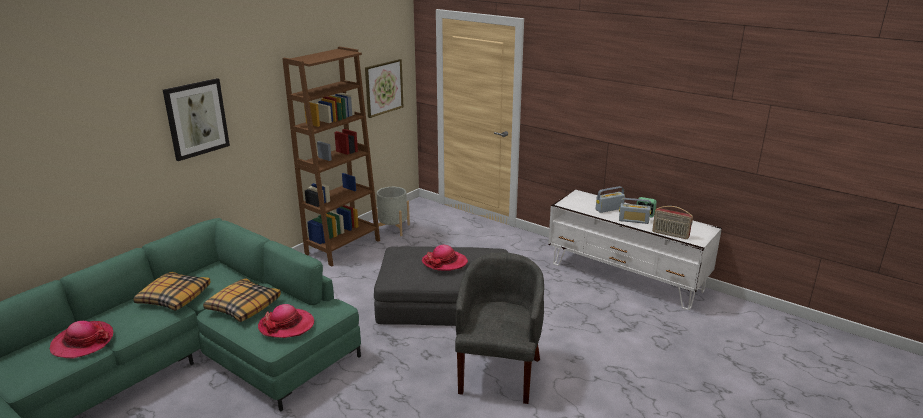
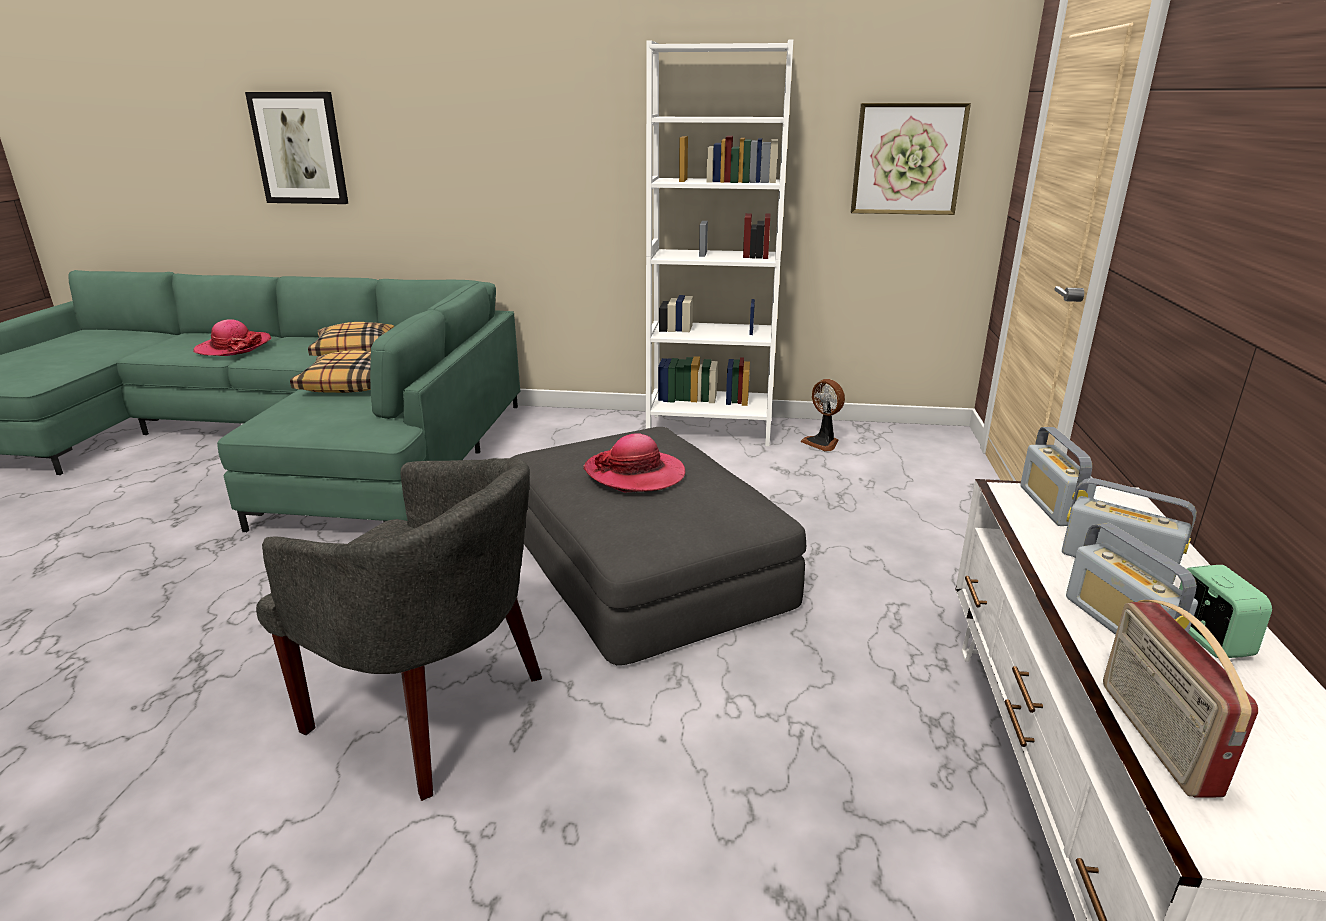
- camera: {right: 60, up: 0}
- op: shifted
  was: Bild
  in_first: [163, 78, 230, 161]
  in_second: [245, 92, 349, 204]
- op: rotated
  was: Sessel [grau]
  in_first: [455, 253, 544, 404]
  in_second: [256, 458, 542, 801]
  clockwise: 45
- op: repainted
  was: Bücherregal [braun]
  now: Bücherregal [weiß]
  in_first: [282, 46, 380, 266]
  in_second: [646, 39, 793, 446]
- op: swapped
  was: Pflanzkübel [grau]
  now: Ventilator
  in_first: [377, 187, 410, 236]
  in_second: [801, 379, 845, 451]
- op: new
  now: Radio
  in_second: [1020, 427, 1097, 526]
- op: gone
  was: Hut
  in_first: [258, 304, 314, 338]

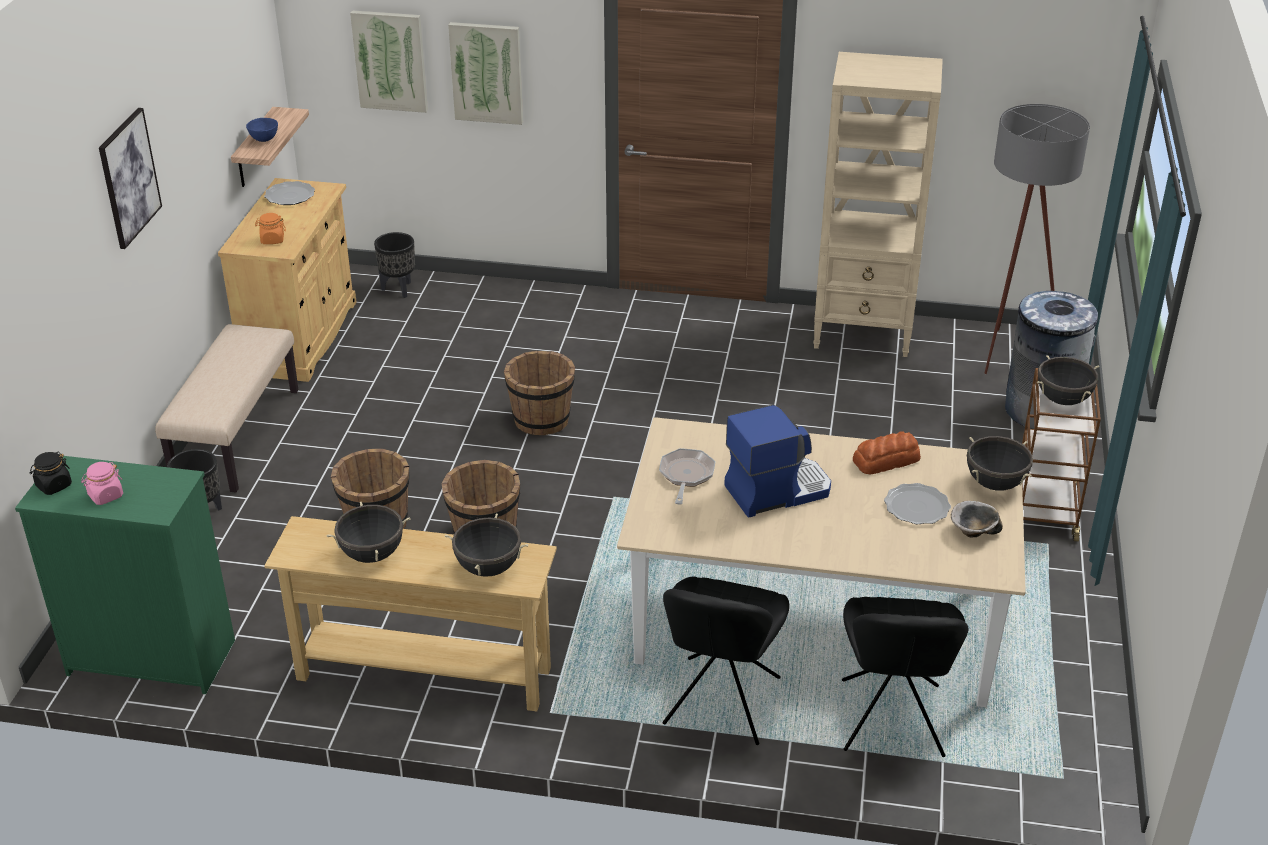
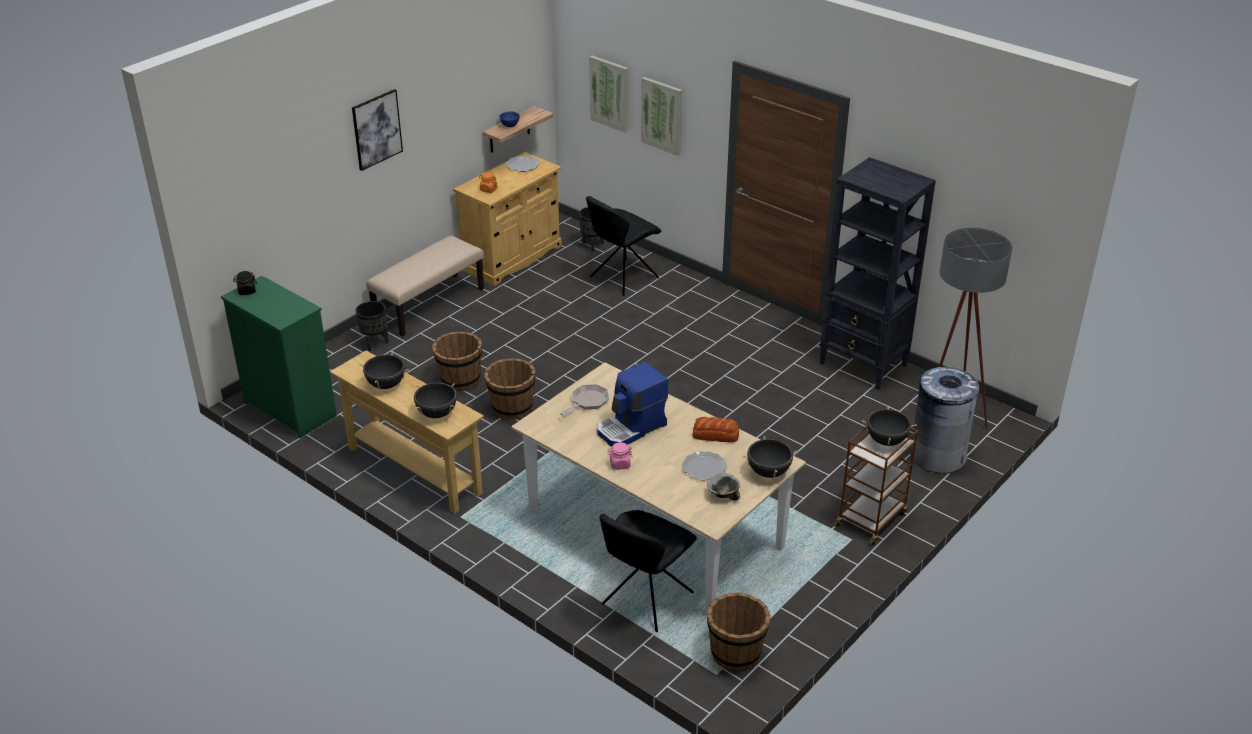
- camera: {right: 30, up: 0}
- op: shifted
  was: Stuhl [schwarz]
  in_first: [663, 577, 789, 745]
  in_second: [586, 196, 661, 296]
- op: rotated
  was: Kaffeemaschine
  in_first: [724, 405, 831, 518]
  in_second: [597, 362, 668, 447]
  clockwise: 135
- op: shifted
  was: Vorratsglas [rosa]
  in_first: [81, 462, 123, 505]
  in_second: [607, 442, 633, 470]
- op: shifted
  was: Eimer [braun]
  in_first: [504, 351, 575, 435]
  in_second: [707, 592, 771, 671]
- op: repainted
  was: Bücherregal [beige]
  now: Bücherregal [schwarz]
  in_first: [813, 52, 943, 357]
  in_second: [820, 157, 936, 390]

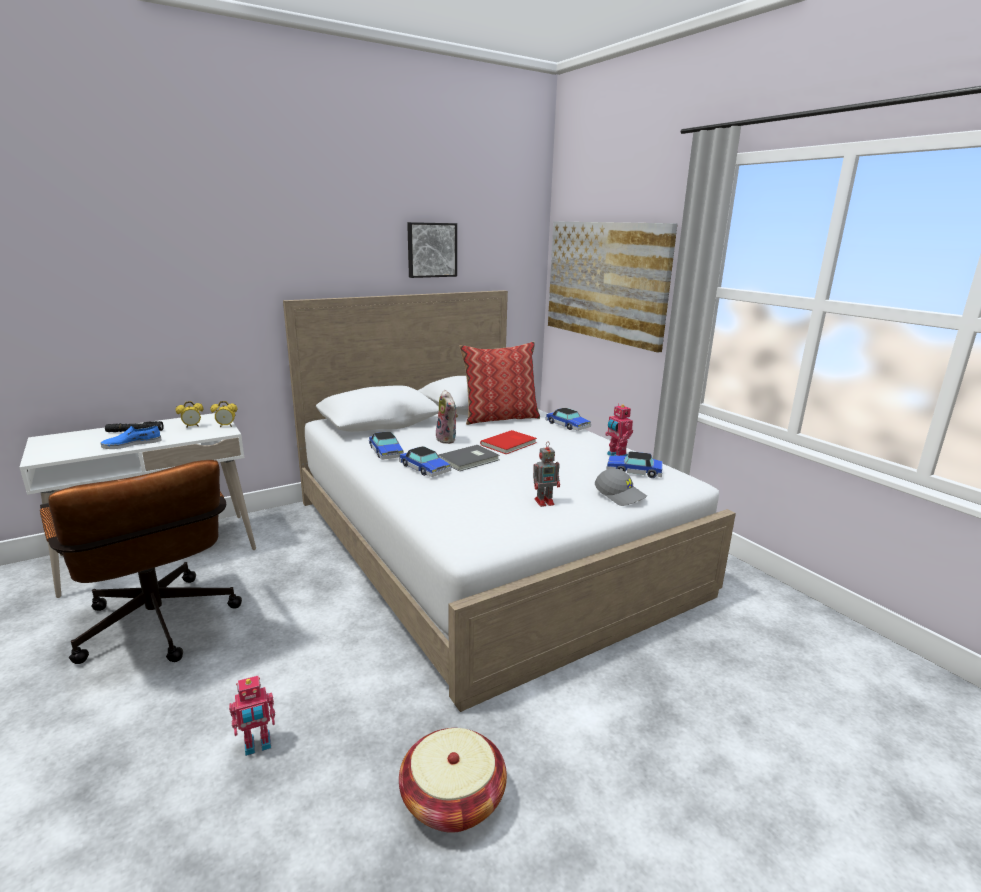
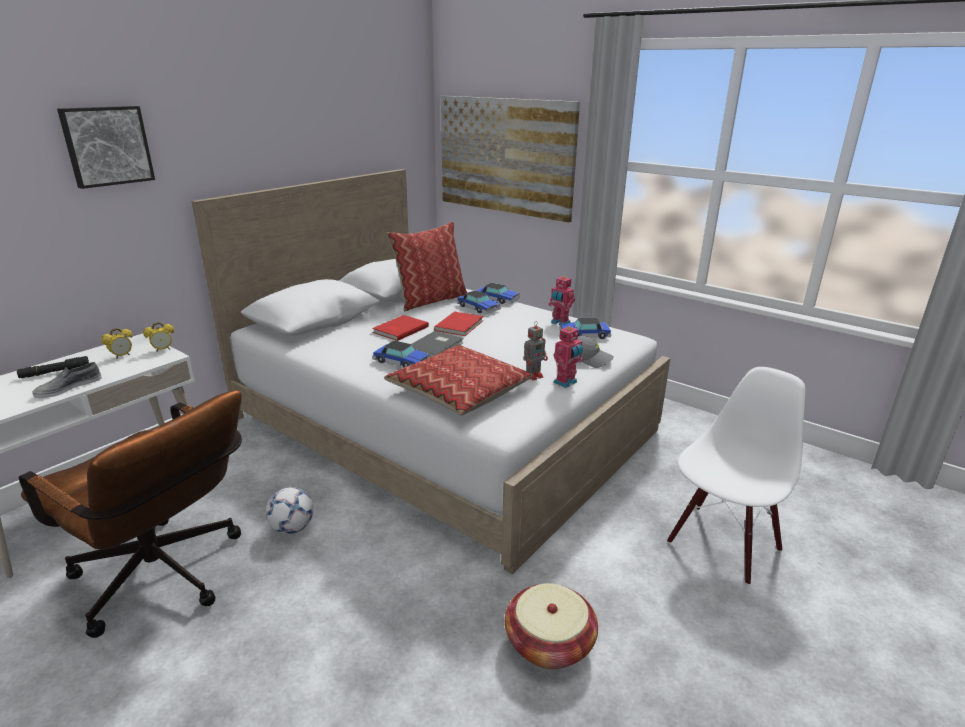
- camera: {right: -20, up: 5}
- op: repainted
  was: Schuh [blau]
  now: Schuh [grau]
  in_first: [101, 426, 162, 449]
  in_second: [32, 362, 102, 398]
- op: shifted
  was: Bild
  in_first: [407, 222, 457, 278]
  in_second: [57, 106, 155, 189]
- op: new
  now: Fußball
  in_second: [266, 487, 314, 534]
- op: swapped
  was: Plüschtier
  now: Buch [rot]
  in_first: [435, 390, 458, 444]
  in_second: [372, 315, 429, 341]
- op: new
  now: Kissen
  in_second: [384, 345, 533, 416]
- op: shifted
  was: Spielzeugauto
  in_first: [369, 431, 404, 460]
  in_second: [457, 290, 501, 314]
- op: shifted
  was: Spielzeugroboter
  in_first: [229, 676, 275, 756]
  in_second: [553, 326, 583, 388]
- op: new
  now: Stuhl [weiß]
  in_second: [667, 367, 805, 585]

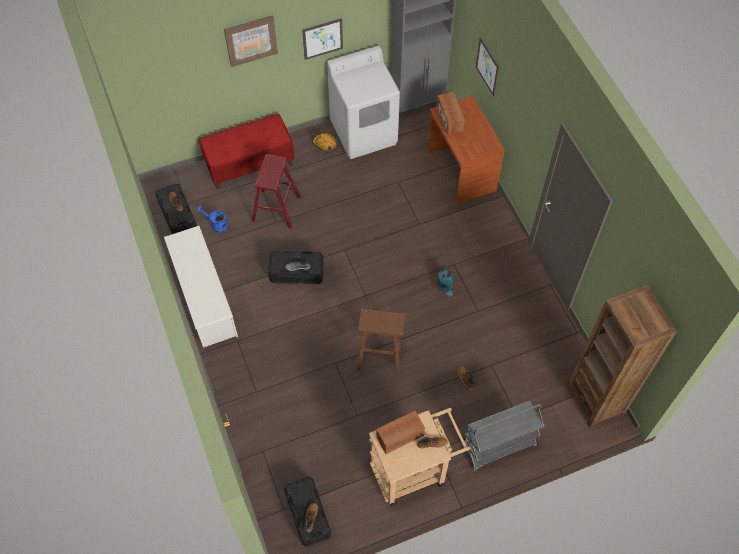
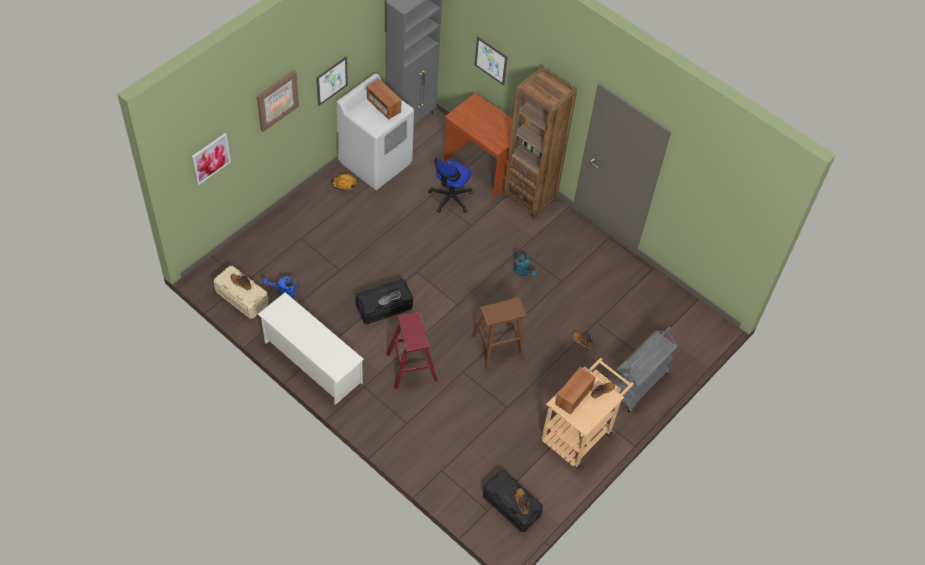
- camera: {right: -30, up: -5}
- op: new
  now: Bild
  in_second: [191, 133, 231, 185]
- op: repainted
  was: Aufbewahrungsbox [schwarz]
  now: Aufbewahrungsbox [beige]
  in_first: [155, 183, 197, 234]
  in_second: [214, 266, 268, 319]
- op: shifted
  was: Radio
  in_first: [437, 92, 465, 135]
  in_second: [367, 79, 401, 120]
- op: shifted
  was: Hocker [rot]
  in_first: [252, 154, 301, 228]
  in_second: [386, 312, 438, 389]
- op: new
  now: Bürostuhl
  in_second: [428, 157, 473, 213]
- op: shifted
  was: Bücherregal [braun]
  in_first: [567, 285, 677, 428]
  in_second: [503, 67, 577, 220]
- op: gone
  was: Bank [rot]
  in_first: [199, 114, 294, 189]

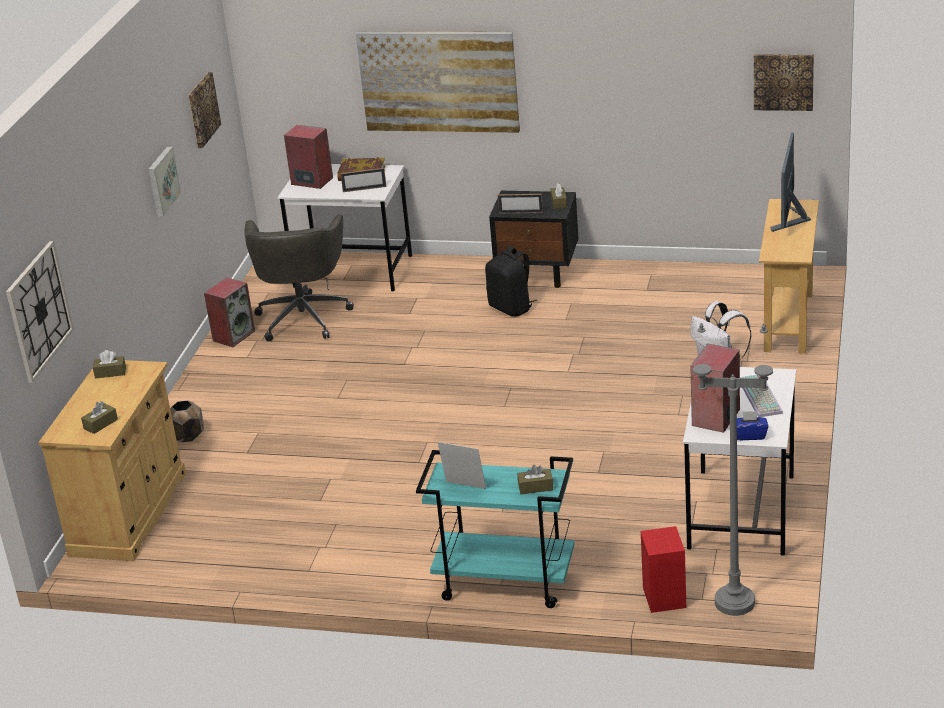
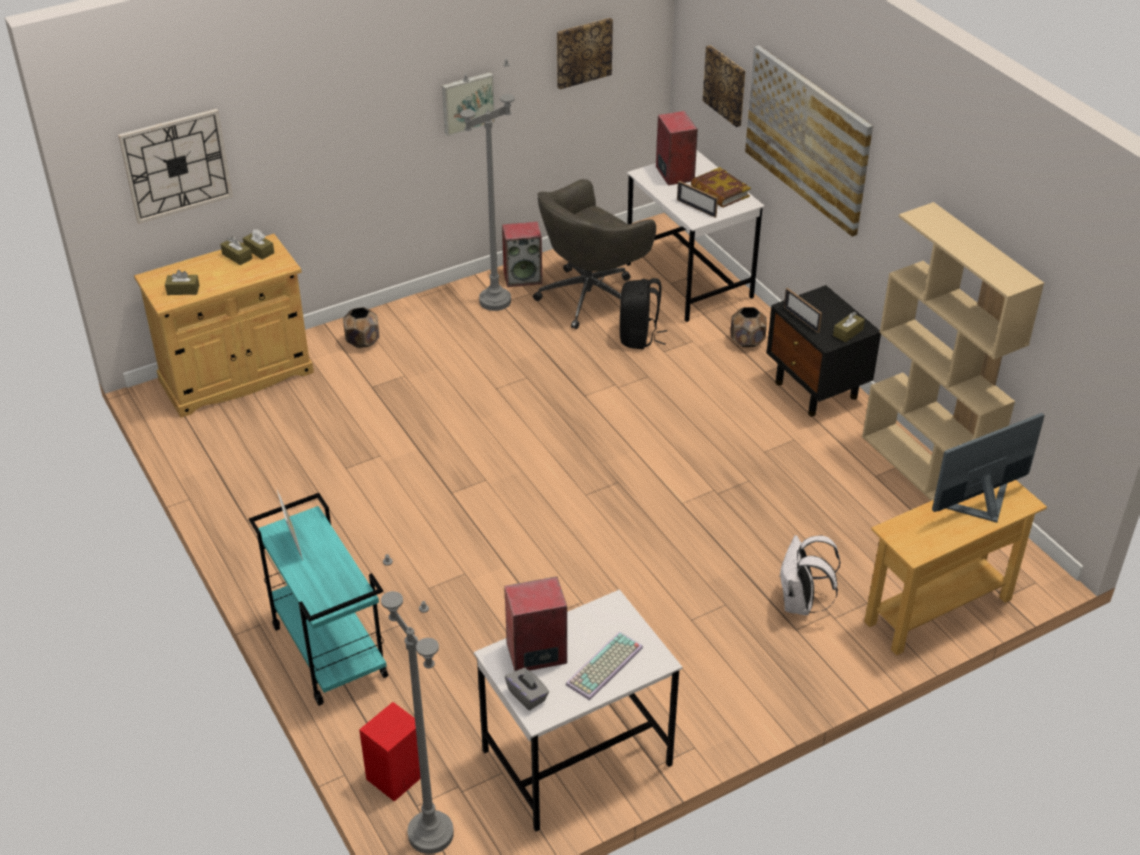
- camera: {right: 45, up: 10}
- op: shifted
  was: Taschentuchbox [braun]
  in_first: [517, 465, 553, 494]
  in_second: [220, 236, 253, 265]
- op: new
  now: Stehlampe [grau]
  in_second: [460, 58, 515, 311]
- op: repainted
  was: Taschentuchbox [blau]
  now: Taschentuchbox [grau]
  in_first: [737, 411, 768, 440]
  in_second: [505, 668, 549, 710]
- op: shifted
  was: Rucksack [schwarz]
  in_first: [485, 247, 537, 317]
  in_second: [620, 278, 667, 349]
- op: shifted
  was: Bild
  in_first: [754, 54, 814, 111]
  in_second: [703, 45, 746, 127]
- op: new
  now: Pflanzkübel [braun]
  in_second: [731, 307, 767, 347]
- op: new
  now: Bücherregal [beige]
  in_second: [862, 202, 1044, 501]

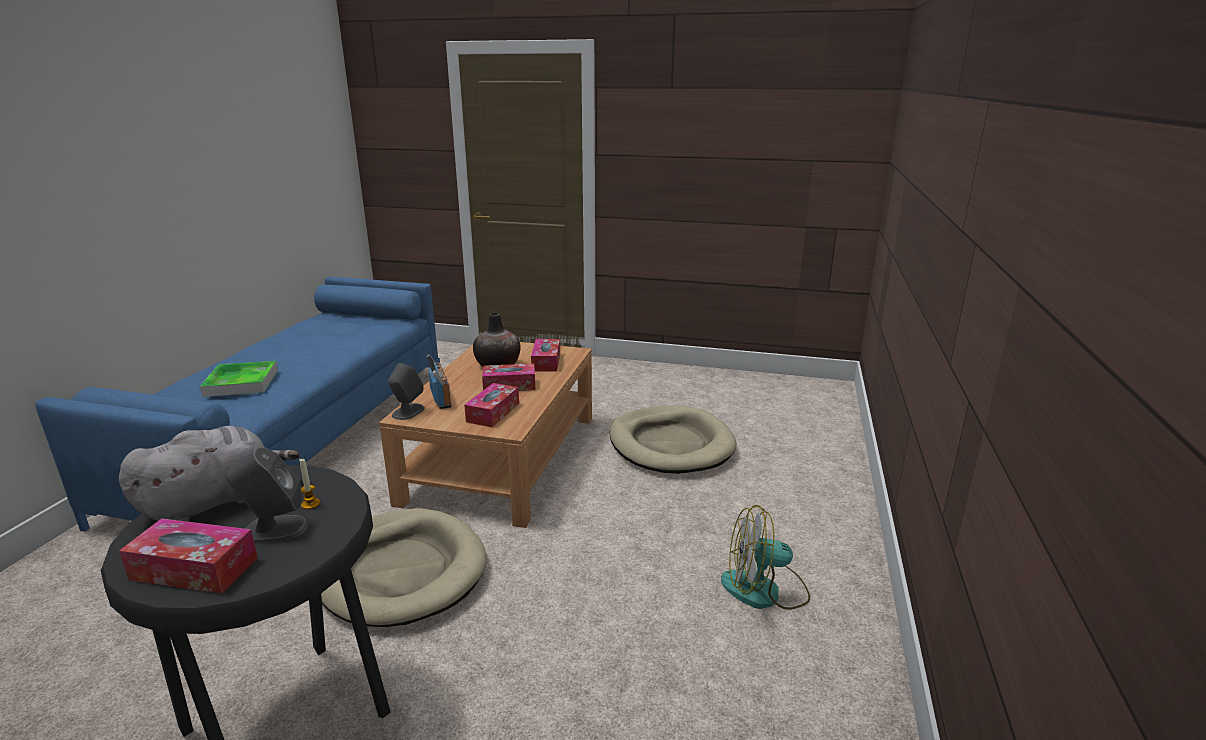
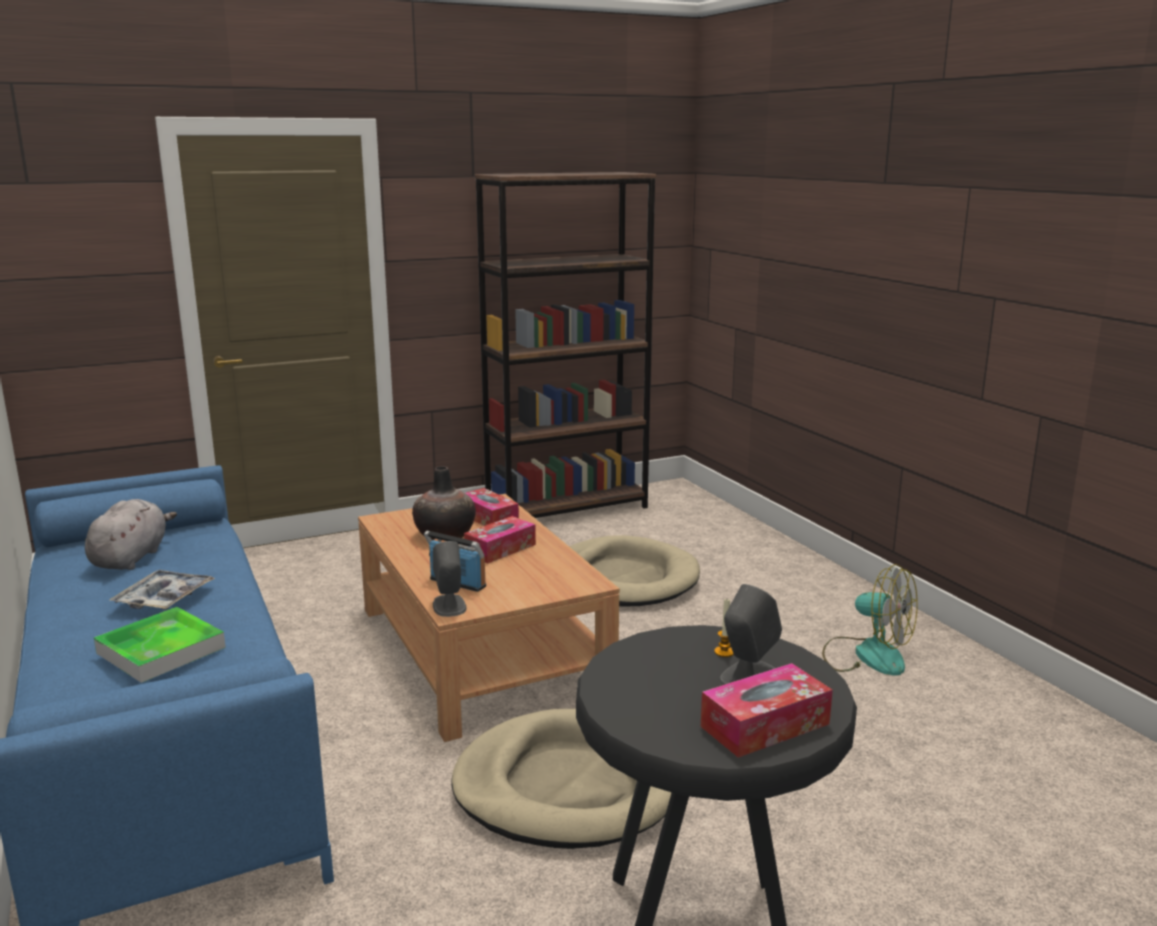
- camera: {right: -40, up: -5}
- op: shifted
  was: Plüschtier [grau]
  in_first: [119, 426, 300, 522]
  in_second: [85, 499, 177, 570]
- op: new
  now: Tablett
  in_second: [109, 570, 215, 609]
- op: new
  now: Bücherregal [braun]
  in_second: [475, 172, 656, 518]
- op: rotated
  was: Ventilator
  in_first: [721, 505, 810, 610]
  in_second: [822, 564, 918, 676]
  clockwise: -105
- op: gone
  was: Taschentuchbox
  in_first: [464, 383, 519, 427]

